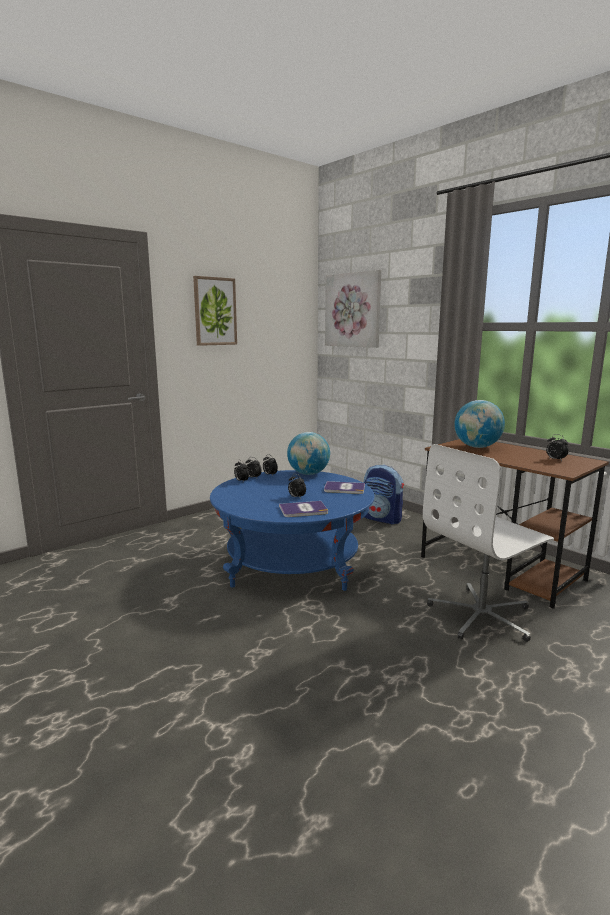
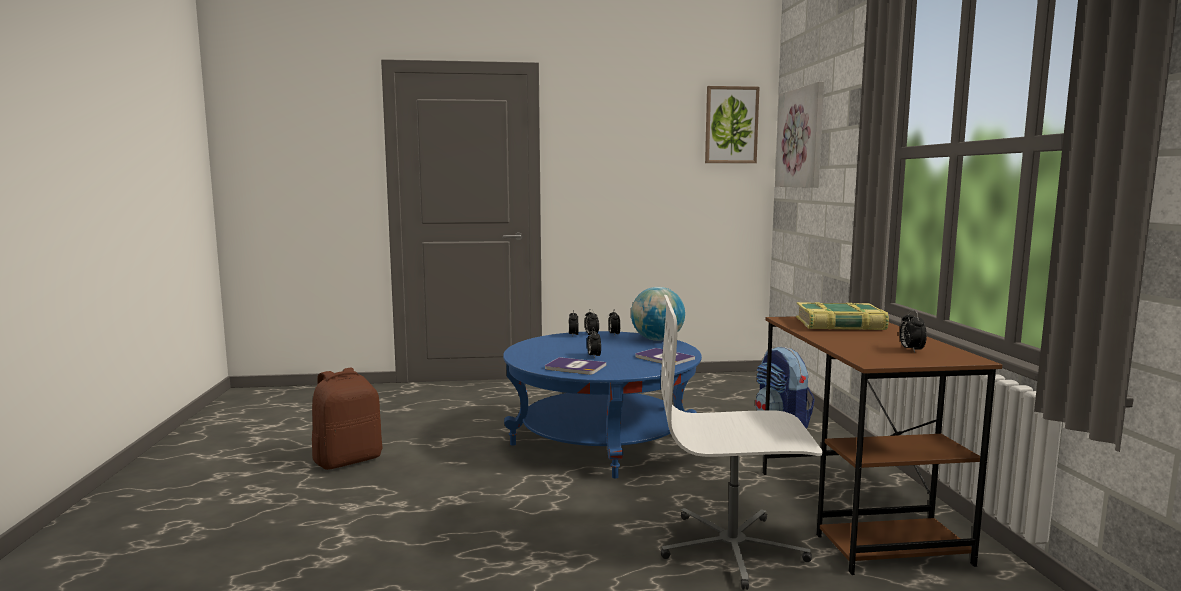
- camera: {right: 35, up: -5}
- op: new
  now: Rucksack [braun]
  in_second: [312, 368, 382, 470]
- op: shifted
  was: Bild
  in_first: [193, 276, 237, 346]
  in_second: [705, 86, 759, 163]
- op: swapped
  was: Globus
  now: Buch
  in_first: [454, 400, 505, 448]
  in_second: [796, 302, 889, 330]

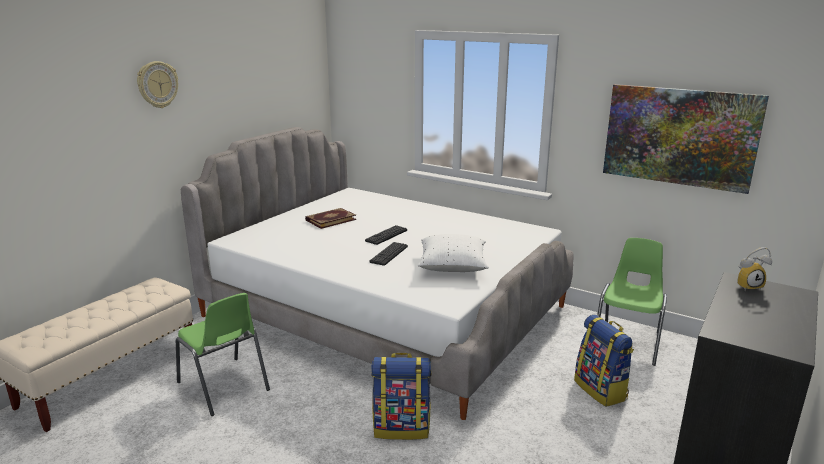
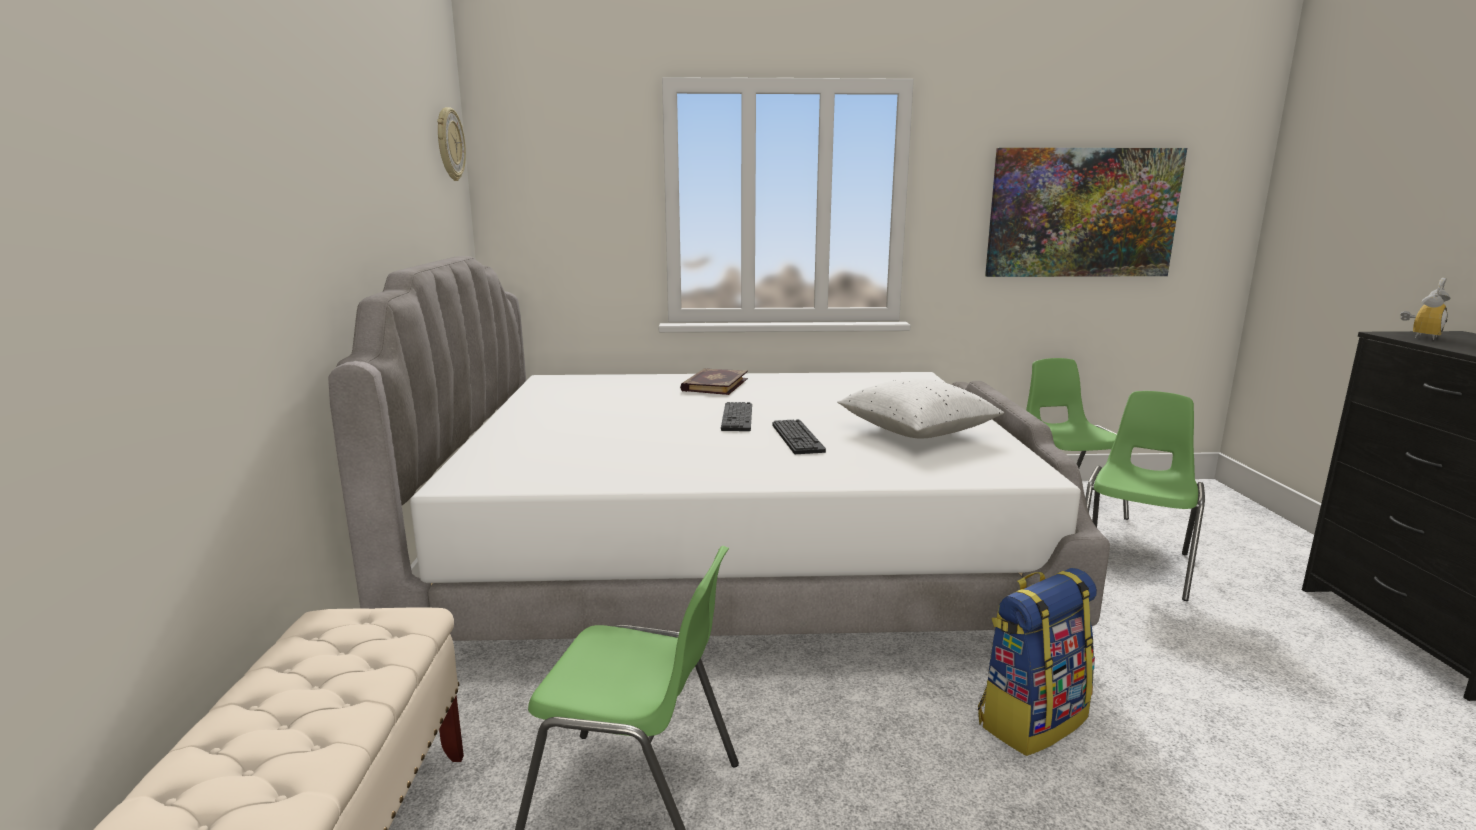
- camera: {right: -35, up: -5}
- op: shifted
  was: Wanduhr
  in_first: [137, 61, 178, 108]
  in_second: [437, 107, 466, 181]
- op: shifted
  was: Buch
  in_first: [305, 208, 356, 229]
  in_second: [680, 368, 748, 395]
- op: swapped
  was: Rucksack
  now: Stuhl [grün]
  in_first: [574, 315, 634, 407]
  in_second: [1085, 391, 1205, 601]

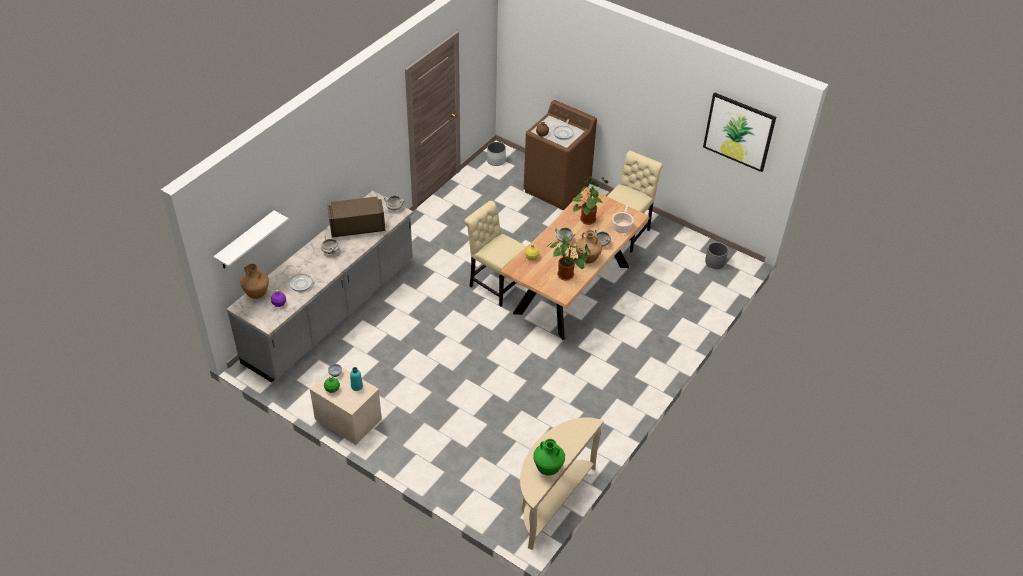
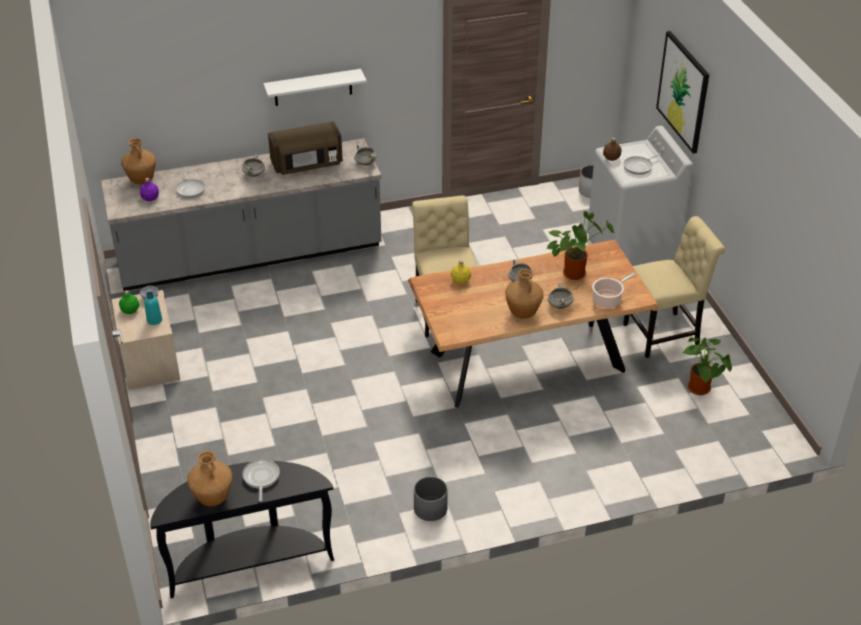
- camera: {right: 40, up: -5}
- op: repainted
  was: Konsolentisch [beige]
  now: Konsolentisch [schwarz]
  in_first: [520, 417, 604, 550]
  in_second: [150, 461, 334, 598]
- op: repainted
  was: Vase [grün]
  now: Vase [braun]
  in_first: [533, 439, 565, 476]
  in_second: [187, 451, 233, 506]
- op: new
  now: Pfanne
  in_second: [242, 459, 280, 502]
- op: shifted
  was: Wandregal [weiß]
  in_first: [213, 211, 289, 269]
  in_second: [263, 69, 367, 106]
- op: rotated
  was: Mikrowelle [braun]
  in_first: [328, 196, 385, 237]
  in_second: [268, 121, 343, 175]
  clockwise: 135
- op: shifted
  was: Pflanzkübel [grau]
  in_first: [705, 242, 728, 269]
  in_second: [414, 476, 448, 521]
- op: repainted
  was: Waschmaschine [braun]
  now: Waschmaschine [weiß]
  in_first: [524, 100, 597, 210]
  in_second: [587, 126, 693, 266]
- op: shifted
  was: Bild
  in_first: [703, 92, 776, 172]
  in_second: [656, 31, 709, 153]
- op: shifted
  was: Topfpflanze
  in_first: [548, 236, 591, 280]
  in_second: [683, 337, 732, 395]

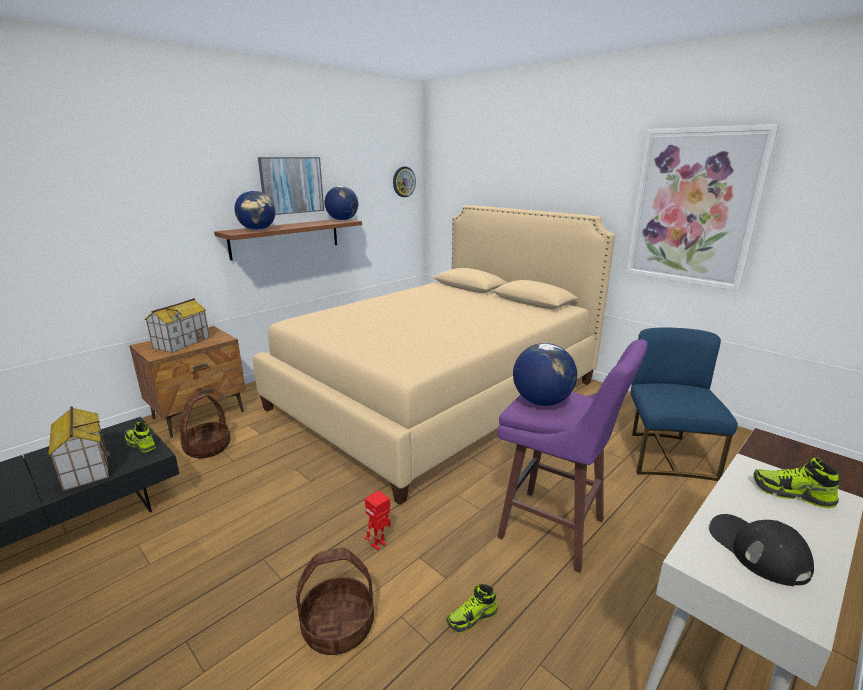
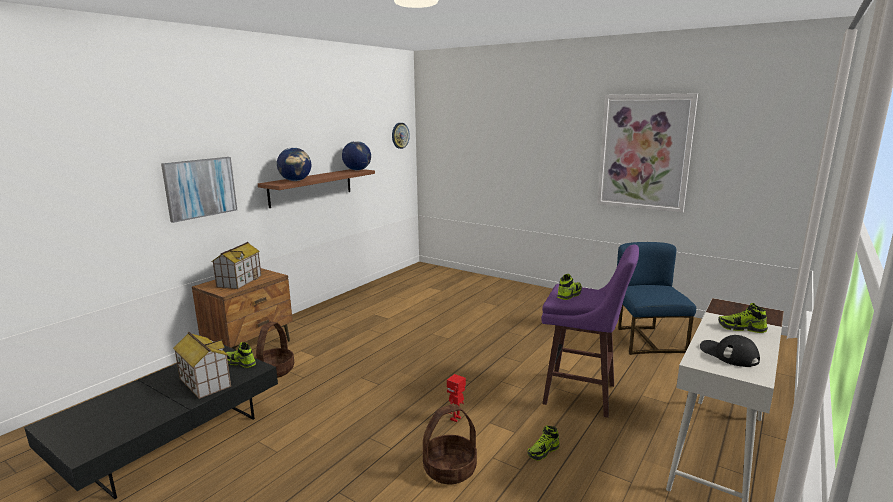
- camera: {right: -10, up: -5}
- op: shifted
  was: Bild
  in_first: [258, 157, 324, 215]
  in_second: [161, 157, 237, 223]
- op: swapped
  was: Globus
  now: Schuh
  in_first: [513, 343, 577, 406]
  in_second: [557, 274, 582, 300]
- op: gone
  was: Bett [beige]
  in_first: [253, 205, 615, 505]

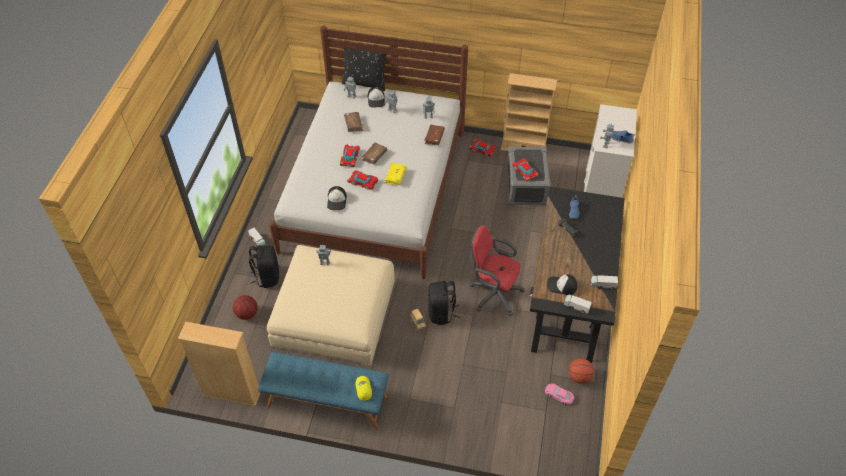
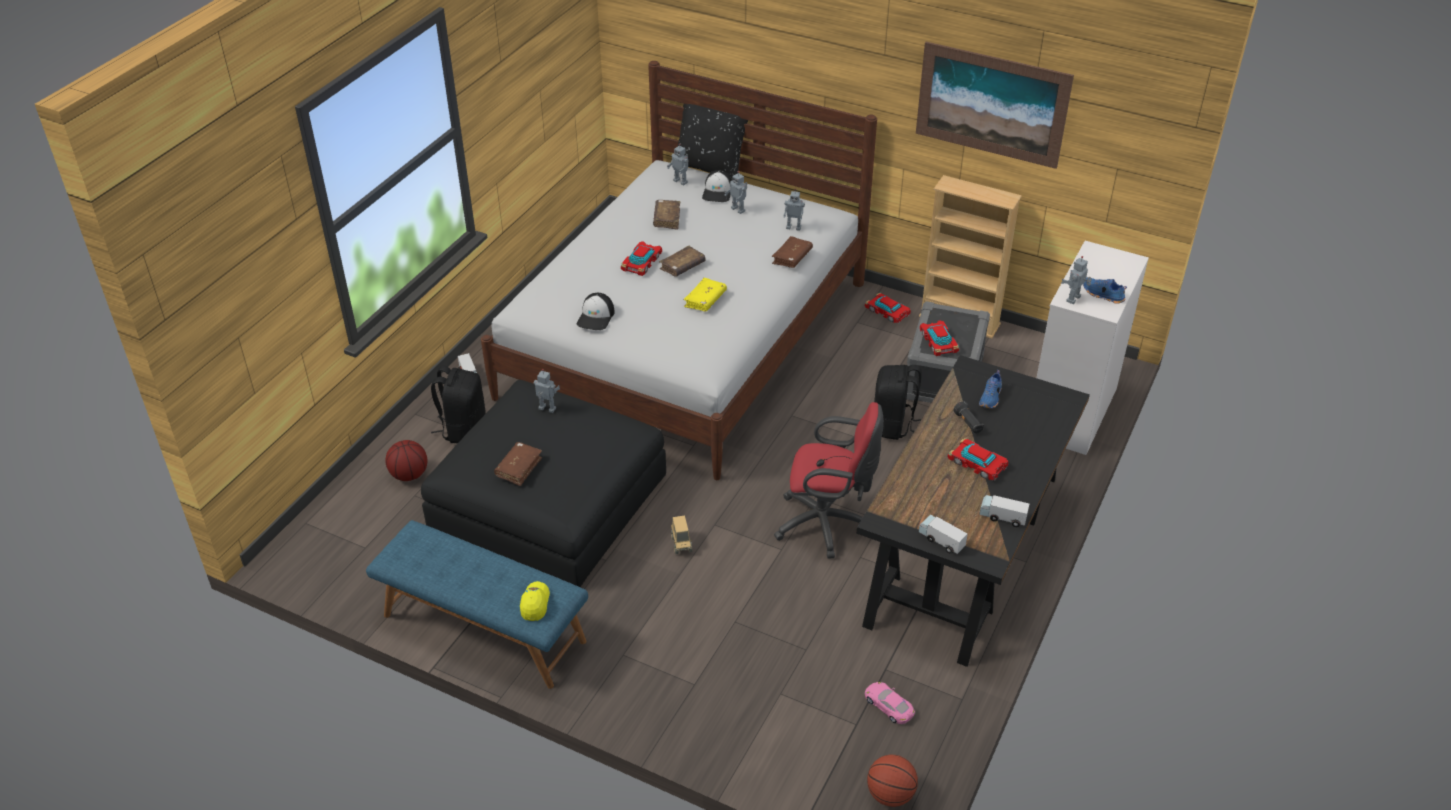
- camera: {right: 15, up: -10}
- op: repainted
  was: Polsterhocker [beige]
  now: Polsterhocker [schwarz]
  in_first: [267, 245, 395, 365]
  in_second: [421, 380, 666, 587]
- op: new
  now: Buch [braun]
  in_second: [494, 442, 542, 486]
- op: rotated
  was: Bürostuhl [rot]
  in_first: [469, 225, 525, 316]
  in_second: [774, 402, 884, 559]
  clockwise: 150
- op: shifted
  was: Basketball
  in_first: [568, 358, 594, 384]
  in_second: [867, 755, 918, 807]
- op: shifted
  was: Rucksack [schwarz]
  in_first: [428, 281, 460, 325]
  in_second: [874, 365, 922, 440]
- op: new
  now: Bild
  in_second: [916, 42, 1074, 169]
- op: shifted
  was: Spielzeugauto
  in_first: [347, 170, 378, 190]
  in_second: [947, 439, 1009, 480]
- op: gone
  was: Bücherregal [beige]
  in_first: [178, 322, 260, 406]
- op: gone
  was: Kappe
  in_first: [547, 274, 577, 295]

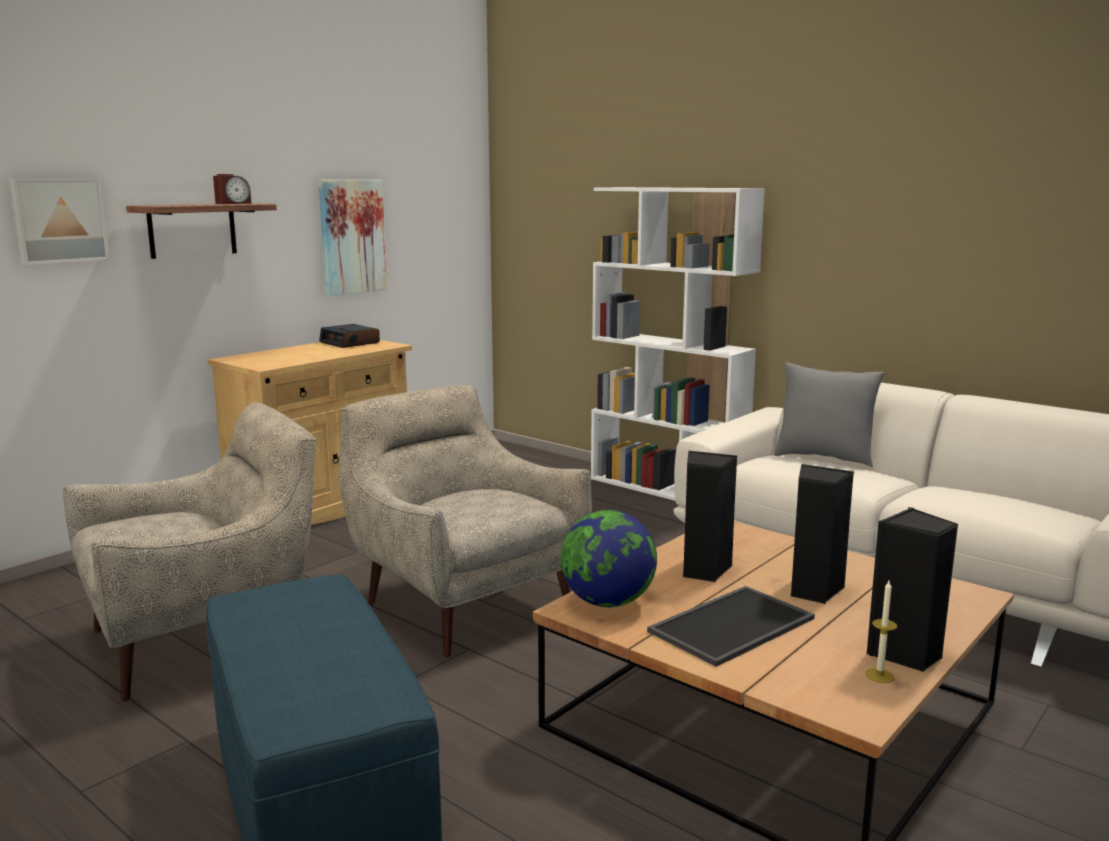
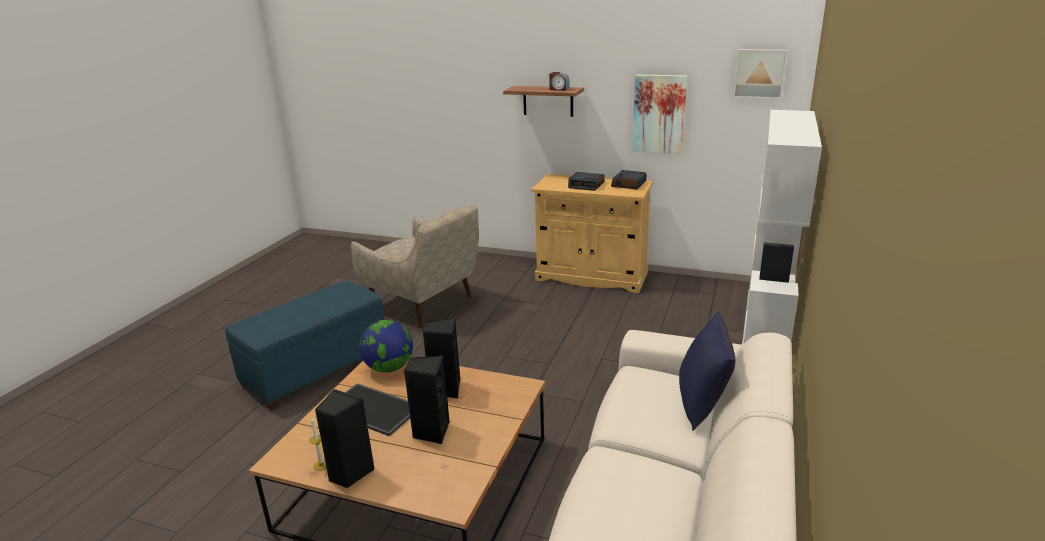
- camera: {right: 70, up: 10}
- op: new
  now: Wecker
  in_second: [568, 172, 605, 191]
- op: repainted
  was: Kissen [grau]
  now: Kissen [blau]
  in_first: [774, 362, 885, 467]
  in_second: [679, 312, 735, 431]
- op: shifted
  was: Bild
  in_first: [9, 178, 110, 265]
  in_second: [733, 49, 788, 99]
- op: gone
  was: Sessel [beige]
  in_first: [339, 385, 592, 658]

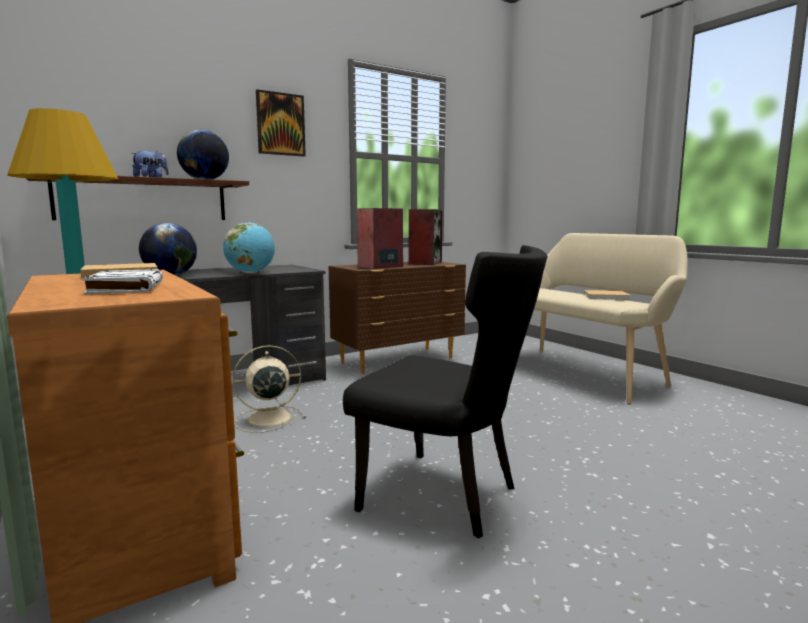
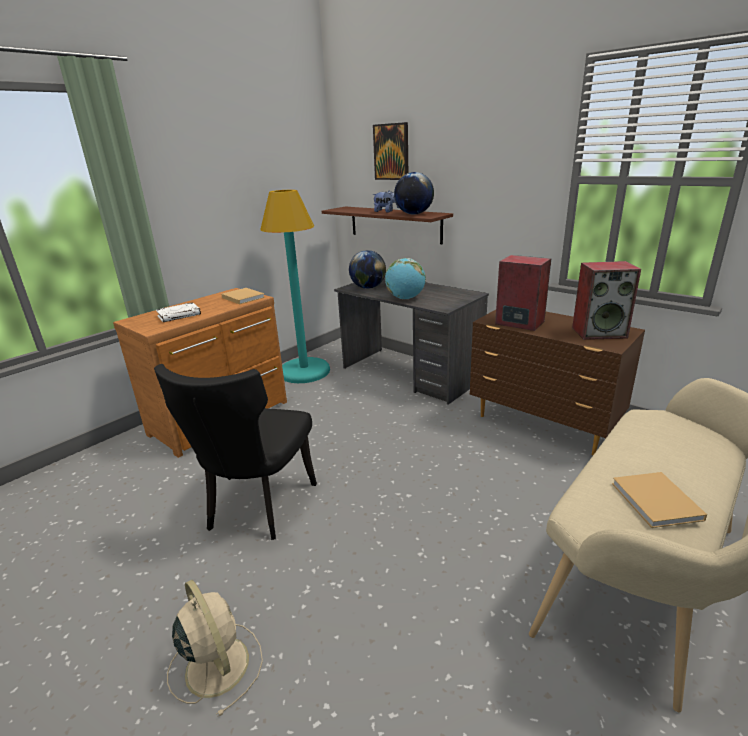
- camera: {right: 75, up: 15}
- op: shifted
  was: Ventilator [beige]
  in_first: [233, 345, 306, 433]
  in_second: [167, 580, 263, 717]
- op: shifted
  was: Bild
  in_first: [256, 89, 306, 156]
  in_second: [373, 122, 408, 180]

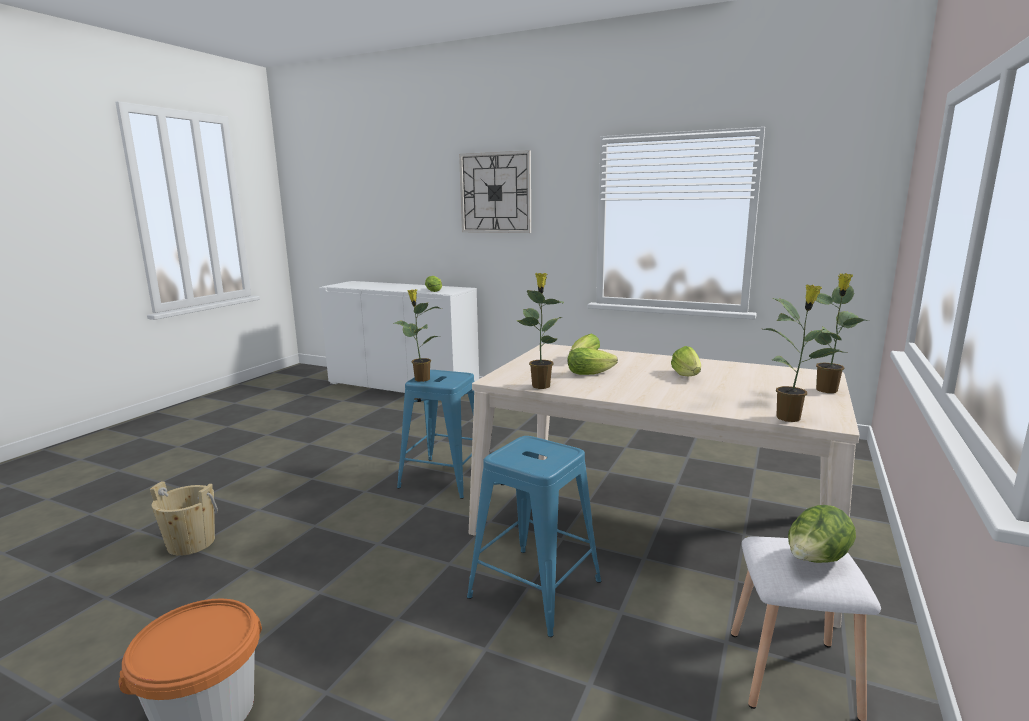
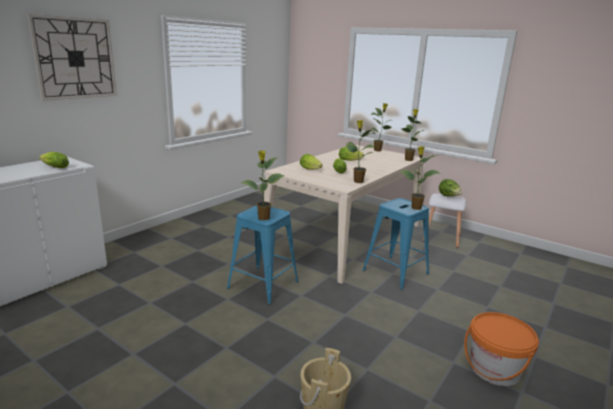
- camera: {right: -80, up: 5}
- op: new
  now: Topfpflanze
  in_second: [400, 146, 440, 210]

